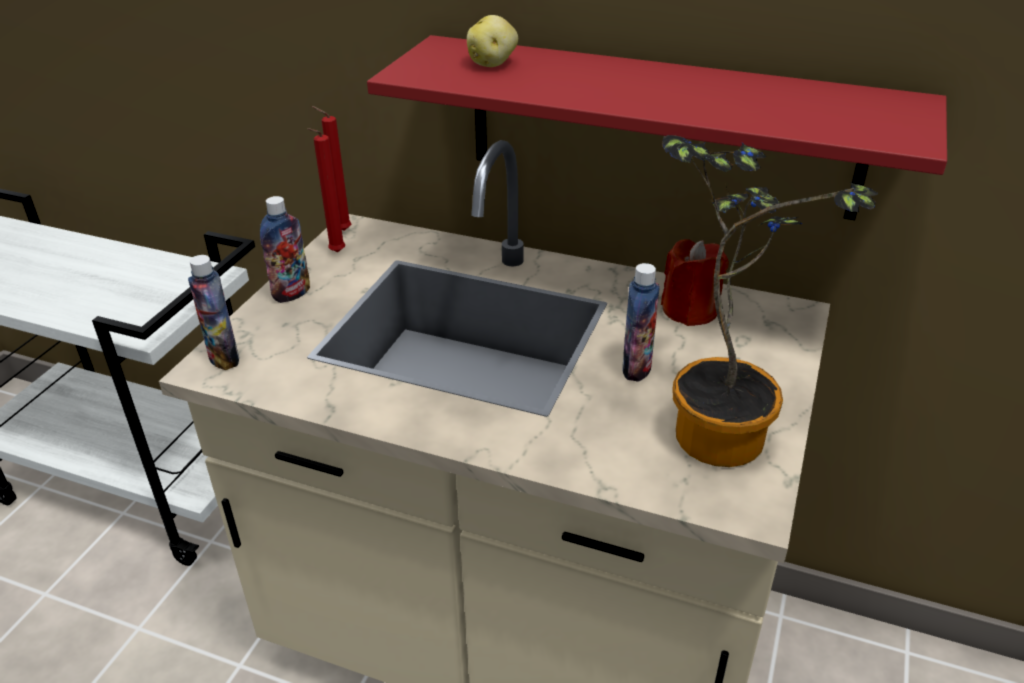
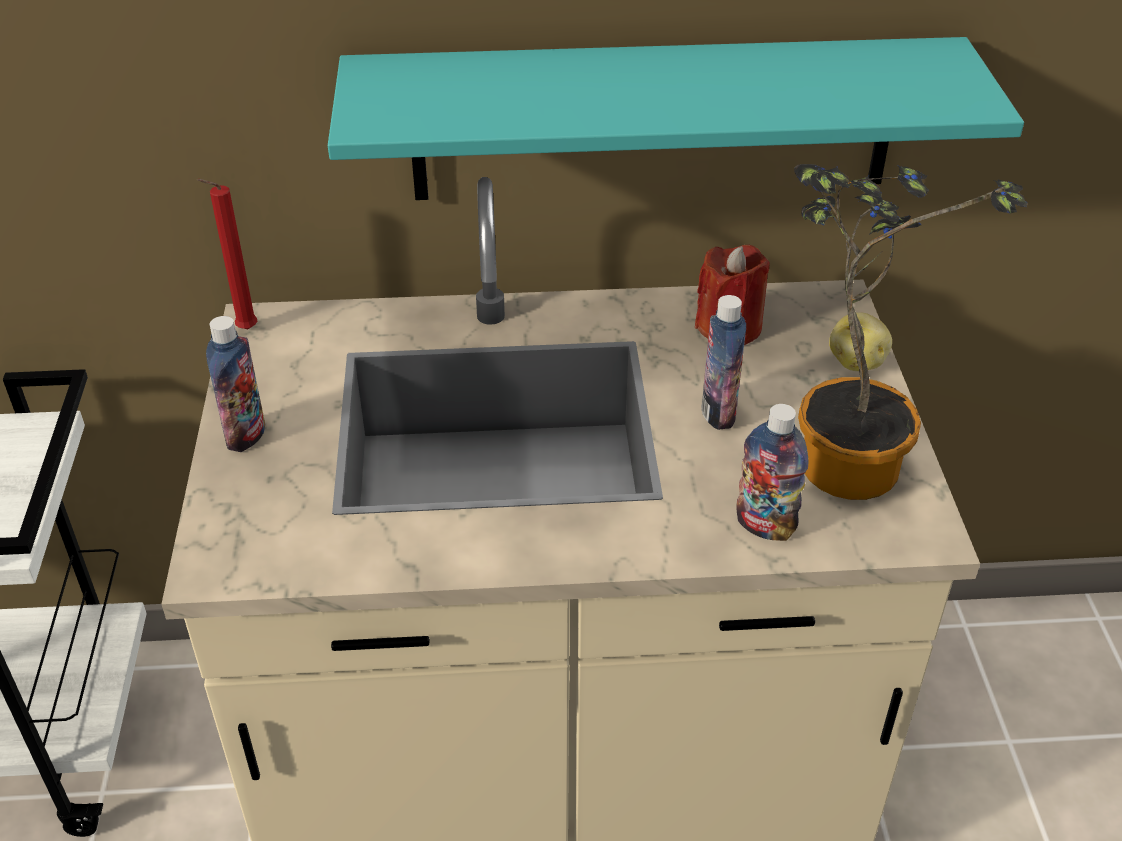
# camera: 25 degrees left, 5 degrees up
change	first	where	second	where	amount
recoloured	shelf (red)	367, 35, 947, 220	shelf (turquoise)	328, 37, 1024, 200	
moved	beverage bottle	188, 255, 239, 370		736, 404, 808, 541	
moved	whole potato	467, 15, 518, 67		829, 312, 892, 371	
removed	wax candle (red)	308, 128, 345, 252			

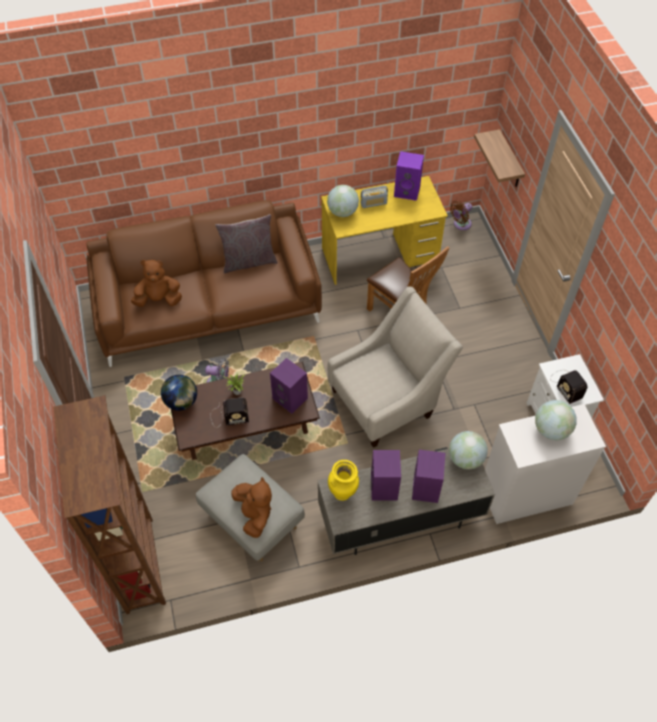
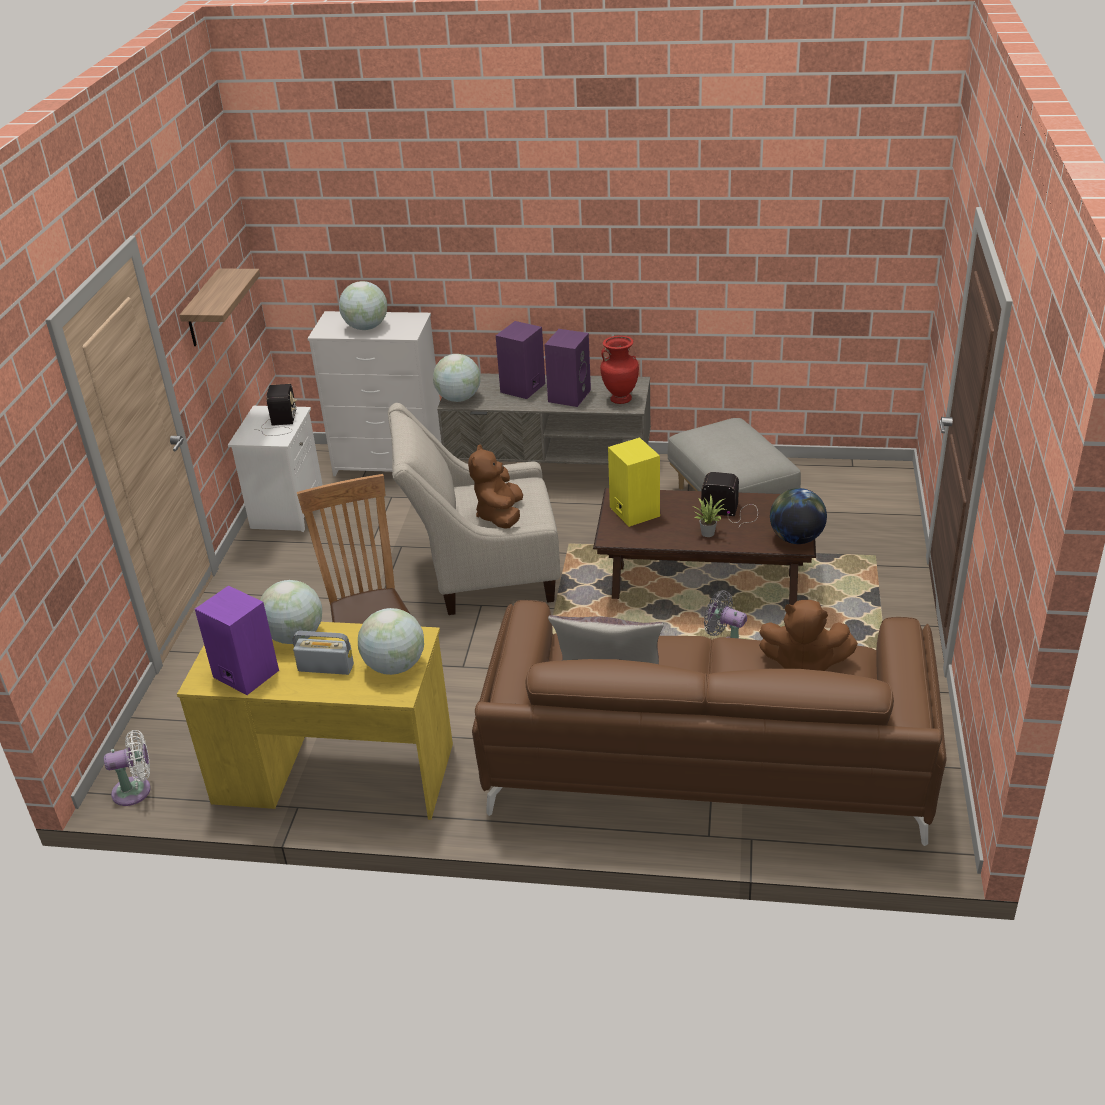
# camera: 155 degrees left, 20 degrees down
change	first	where	second	where	amount
recoloured	electric fan (brown)	450, 201, 472, 230	electric fan (whitish)	104, 730, 151, 806	
moved	shelf	474, 129, 525, 187		180, 268, 260, 346	
added			desk globe	260, 580, 322, 644	
moved	cuddly toy (brown)	231, 477, 272, 538		468, 444, 523, 529	
recoloured	vase (yellow)	328, 460, 359, 501	vase (red)	600, 336, 639, 404	
recoloured	speaker (purple)	270, 358, 308, 414	speaker (yellow)	608, 437, 660, 527	
removed	shelving unit (brown)	53, 395, 166, 614			

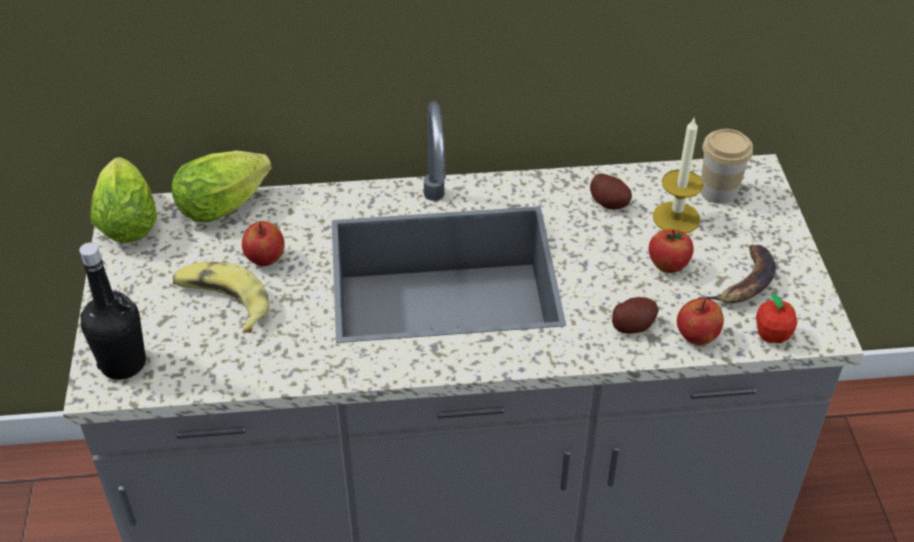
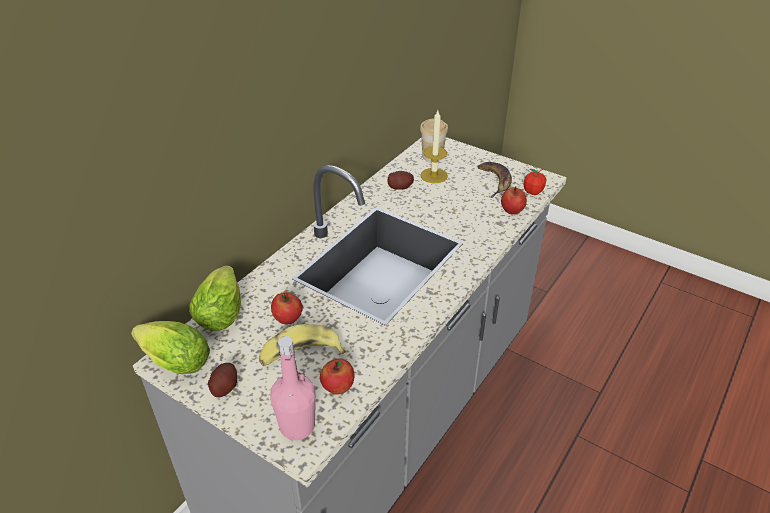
# camera: 50 degrees left, 5 degrees down
change	first	where	second	where	amount
moved	whole potato	612, 297, 659, 334		208, 363, 237, 397	
recoloured	beverage bottle (blackish)	79, 242, 146, 380	beverage bottle (pinkish)	270, 336, 316, 440	
moved	apple fruit	649, 229, 694, 273		320, 358, 354, 395	

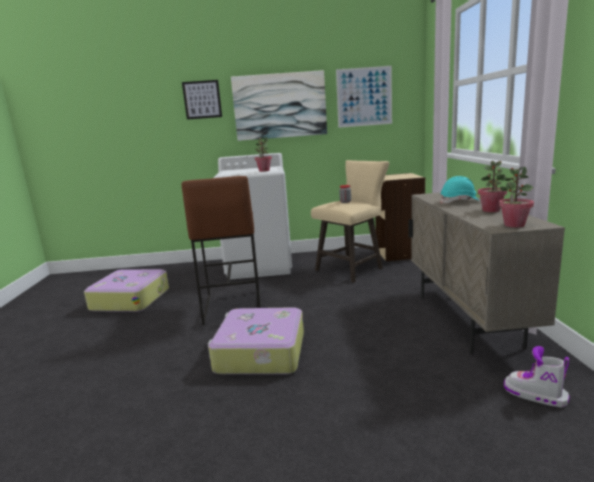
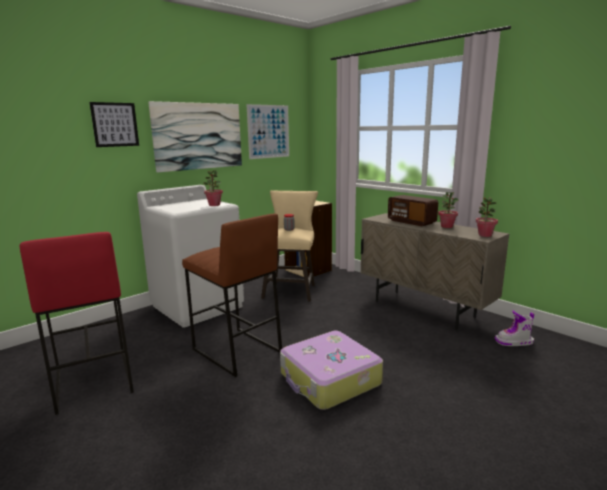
# camera: 40 degrees left, 0 degrees up
change	first	where	second	where	amount
replaced	travel case	84, 269, 169, 312	stool (red)	20, 232, 134, 415	
replaced	hard hat (turquoise)	440, 176, 480, 203	radio set	388, 195, 438, 226	

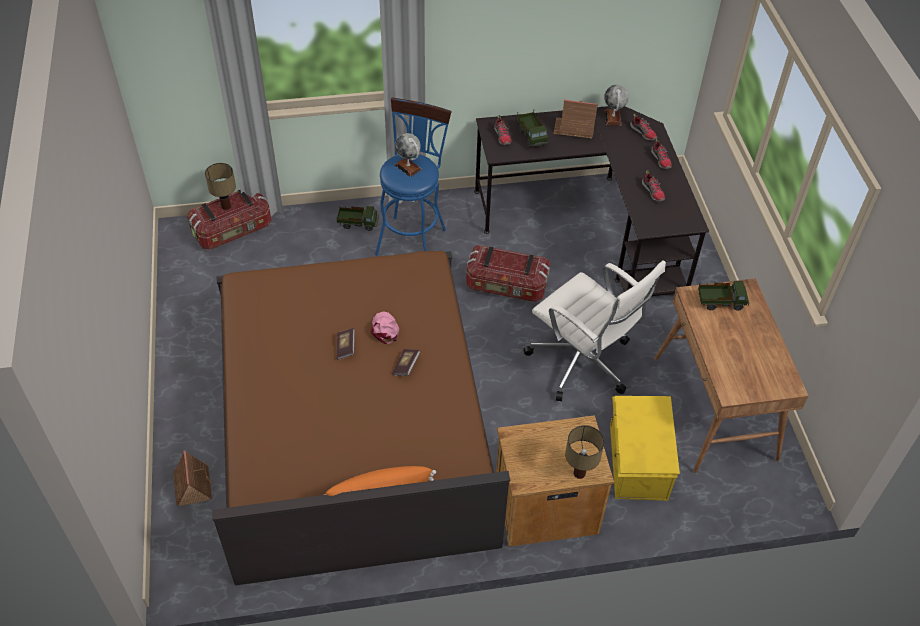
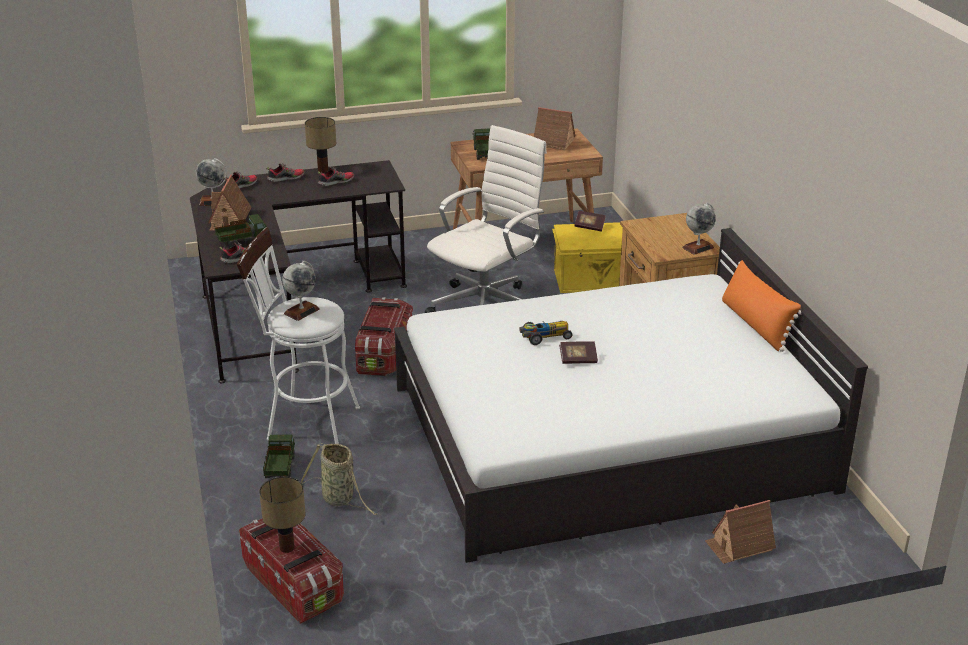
# camera: 95 degrees left, 20 degrees down
change	first	where	second	where	amount
recoloured	stool (blue)	375, 97, 452, 255	stool (whitish)	237, 227, 360, 444	
added			storage basket	301, 443, 377, 515	
moved	lamp for a table	565, 425, 604, 479		305, 117, 336, 173	
recoloured	bedroom bed (brown)	212, 251, 510, 586	bedroom bed (whitish)	394, 228, 868, 563	
replaced	cap (pinkish)	371, 311, 399, 344	model car	519, 321, 572, 345	
added			toy house	534, 107, 575, 150	
moved	book	392, 349, 420, 376		574, 211, 606, 232	
added			desk globe	682, 202, 716, 255	

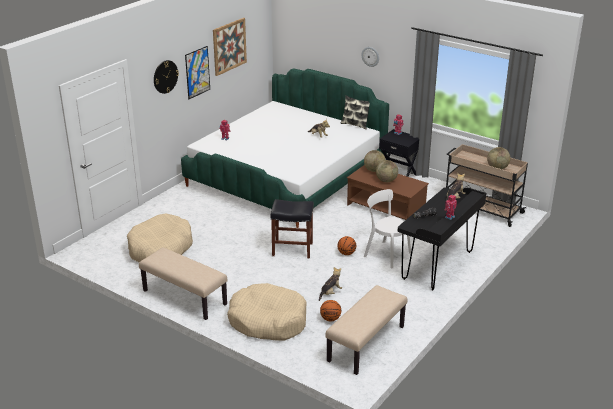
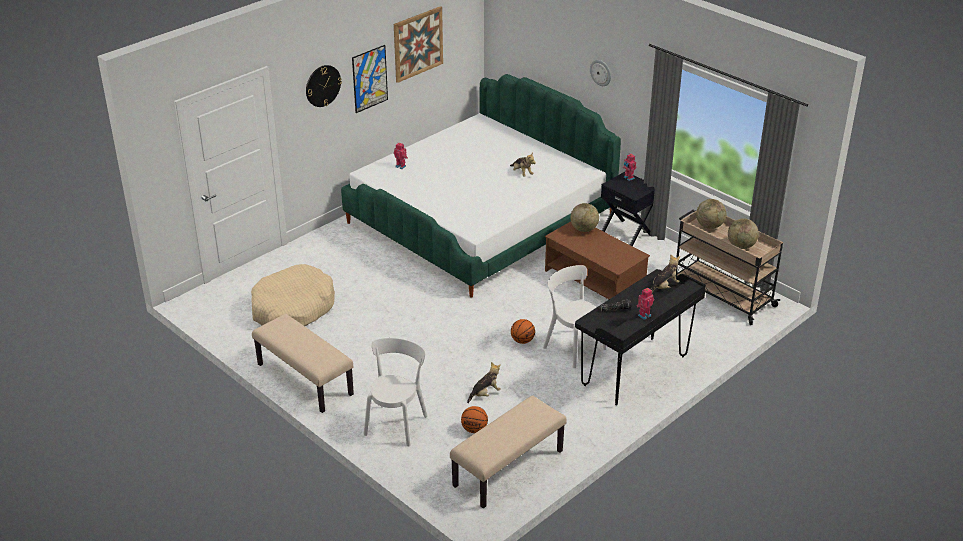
# camera: 10 degrees right, 5 degrees up
change	first	where	second	where	amount
replaced	pet bed (beige)	227, 283, 307, 341	chair (whitish)	364, 338, 428, 446	
moved	desk globe	376, 160, 398, 182		696, 199, 726, 229	
removed	stool (blackish)	270, 199, 314, 258			
removed	cushion	340, 95, 370, 129			

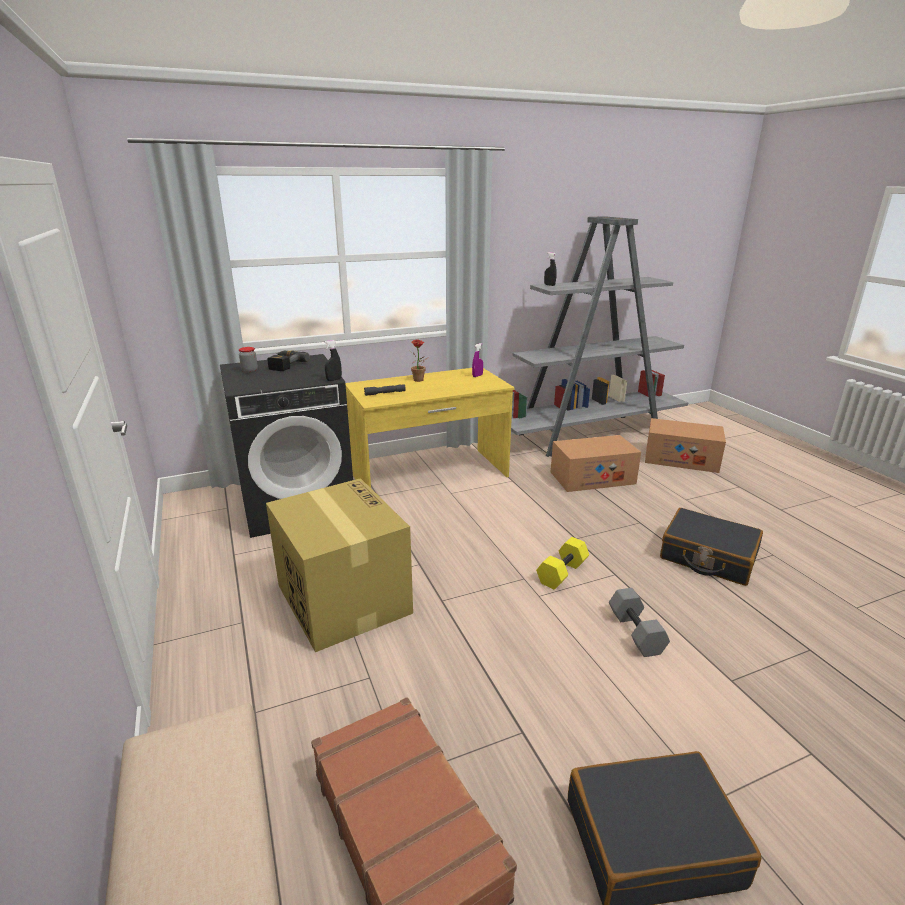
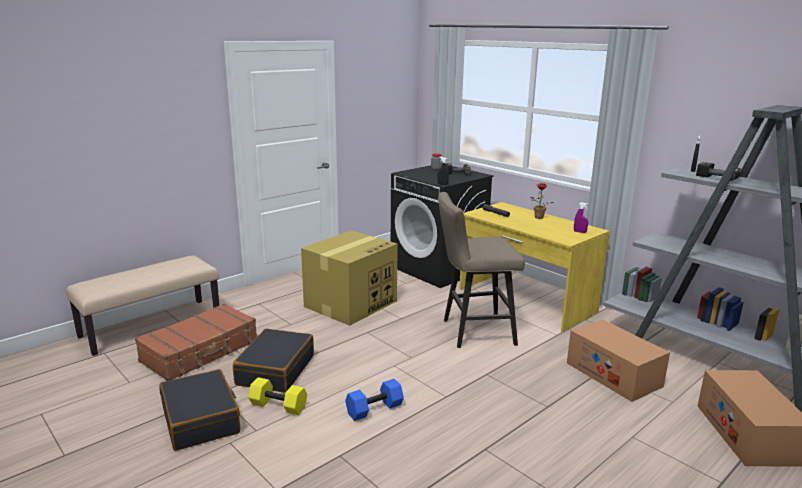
# camera: 70 degrees right, 5 degrees down
change	first	where	second	where	amount
moved	travel case (blackish)	660, 508, 763, 586		233, 329, 314, 393	
moved	free weight (yellow)	536, 537, 589, 590		248, 377, 307, 415	
recoloured	free weight (greyish)	609, 588, 670, 657	free weight (blue)	345, 379, 404, 421	
added			stool (beige)	438, 192, 525, 348	
added			power drill	696, 162, 743, 181	

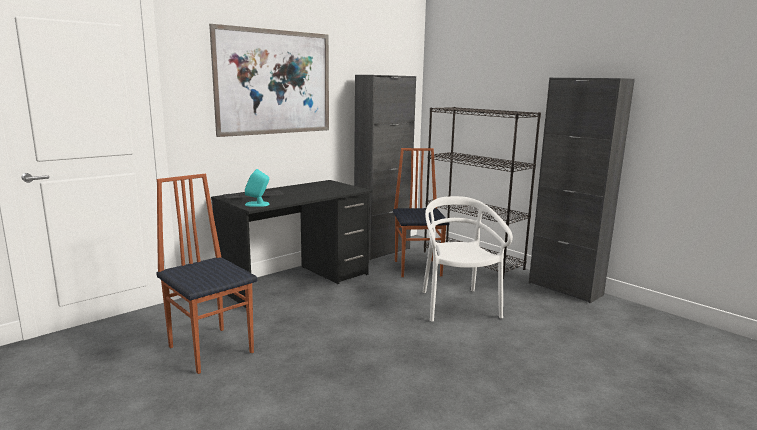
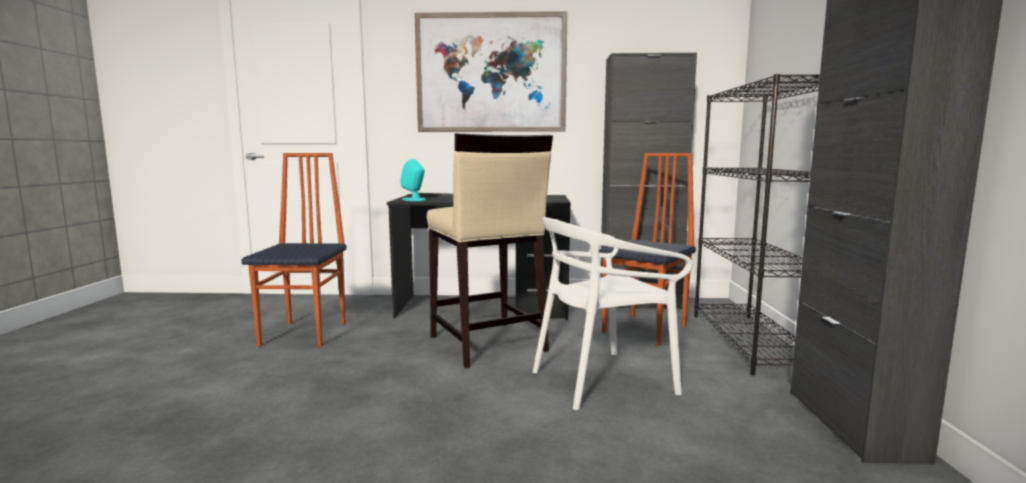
# camera: 45 degrees right, 5 degrees down
change	first	where	second	where	amount
added			stool (beige)	427, 133, 553, 368	
turned	chair (whitish)	422, 196, 513, 322		532, 217, 692, 411	150 degrees counterclockwise

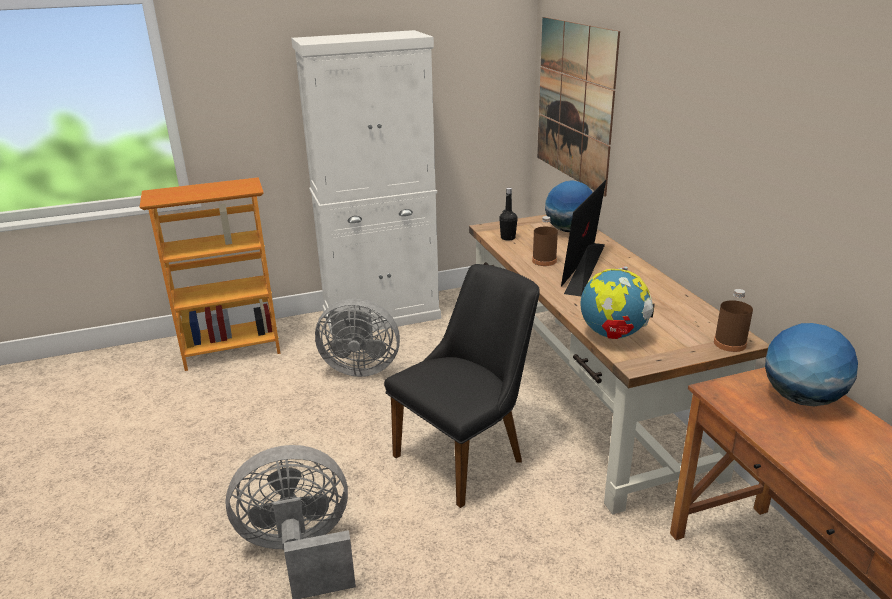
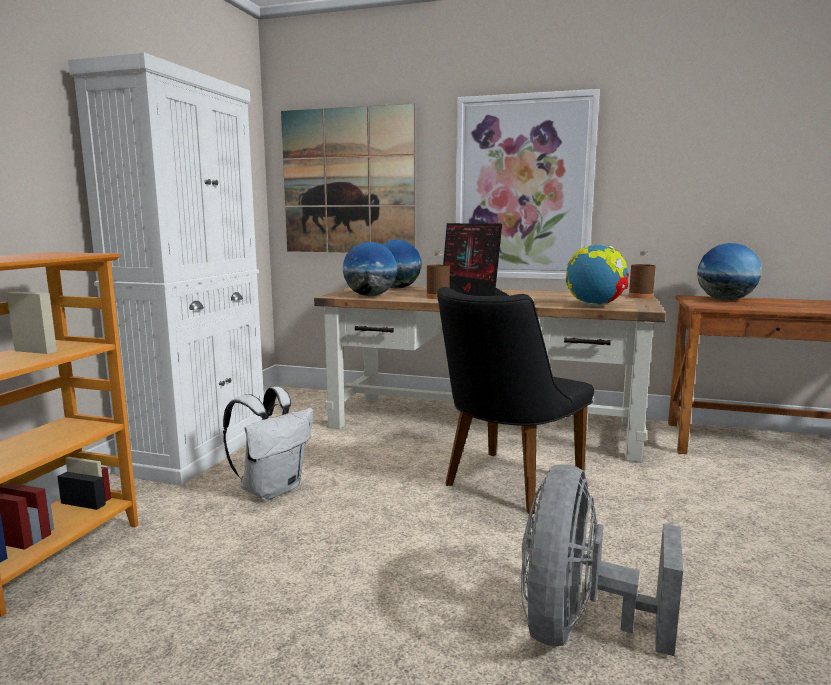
# camera: 55 degrees left, 15 degrees down
change	first	where	second	where	amount
replaced	electric fan (greyish)	315, 298, 400, 377	knapsack (whitish)	223, 387, 313, 500	
replaced	beverage bottle (blackish)	499, 188, 518, 240	desk globe	343, 242, 397, 296	
turned	chair (blackish)	384, 264, 540, 508		437, 287, 594, 514	135 degrees counterclockwise
added			picture	455, 89, 600, 280	

